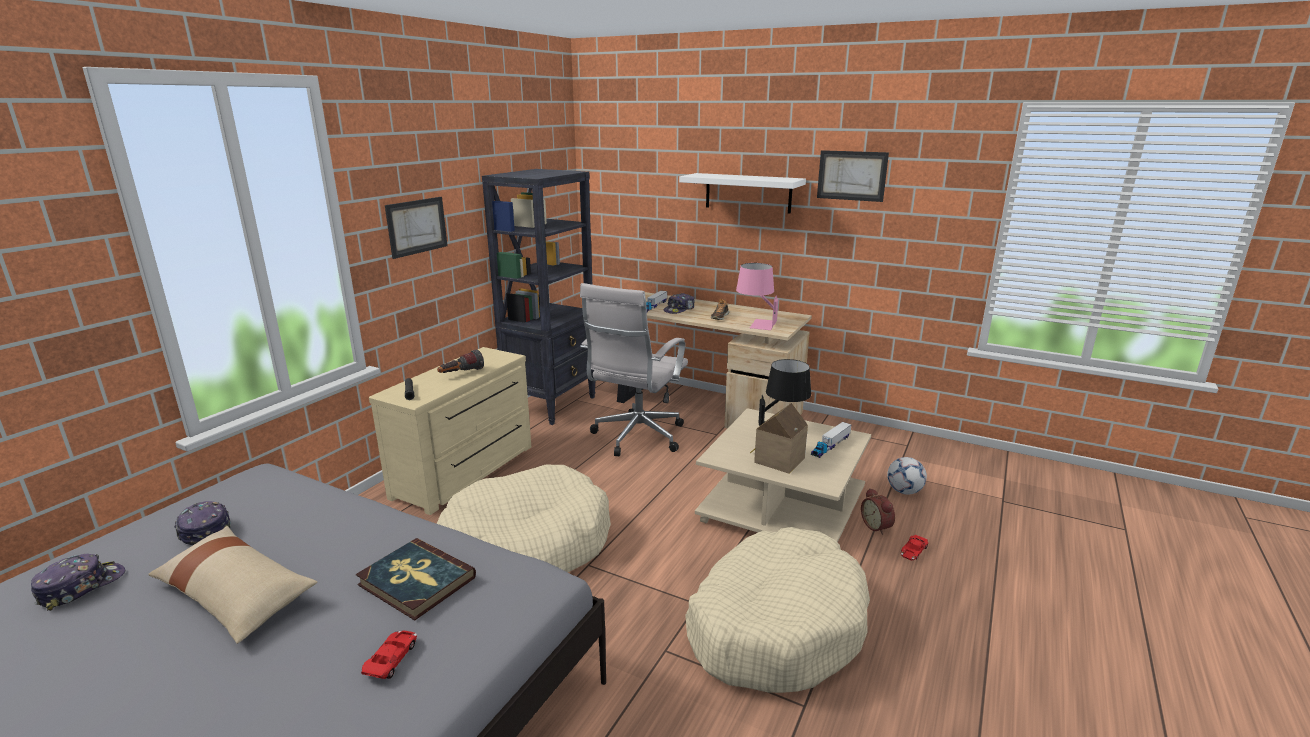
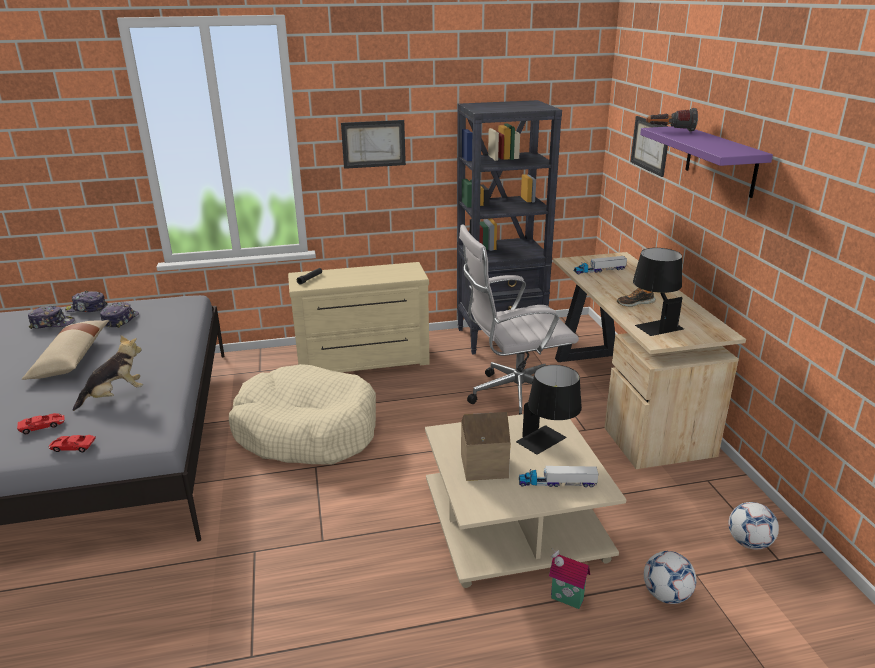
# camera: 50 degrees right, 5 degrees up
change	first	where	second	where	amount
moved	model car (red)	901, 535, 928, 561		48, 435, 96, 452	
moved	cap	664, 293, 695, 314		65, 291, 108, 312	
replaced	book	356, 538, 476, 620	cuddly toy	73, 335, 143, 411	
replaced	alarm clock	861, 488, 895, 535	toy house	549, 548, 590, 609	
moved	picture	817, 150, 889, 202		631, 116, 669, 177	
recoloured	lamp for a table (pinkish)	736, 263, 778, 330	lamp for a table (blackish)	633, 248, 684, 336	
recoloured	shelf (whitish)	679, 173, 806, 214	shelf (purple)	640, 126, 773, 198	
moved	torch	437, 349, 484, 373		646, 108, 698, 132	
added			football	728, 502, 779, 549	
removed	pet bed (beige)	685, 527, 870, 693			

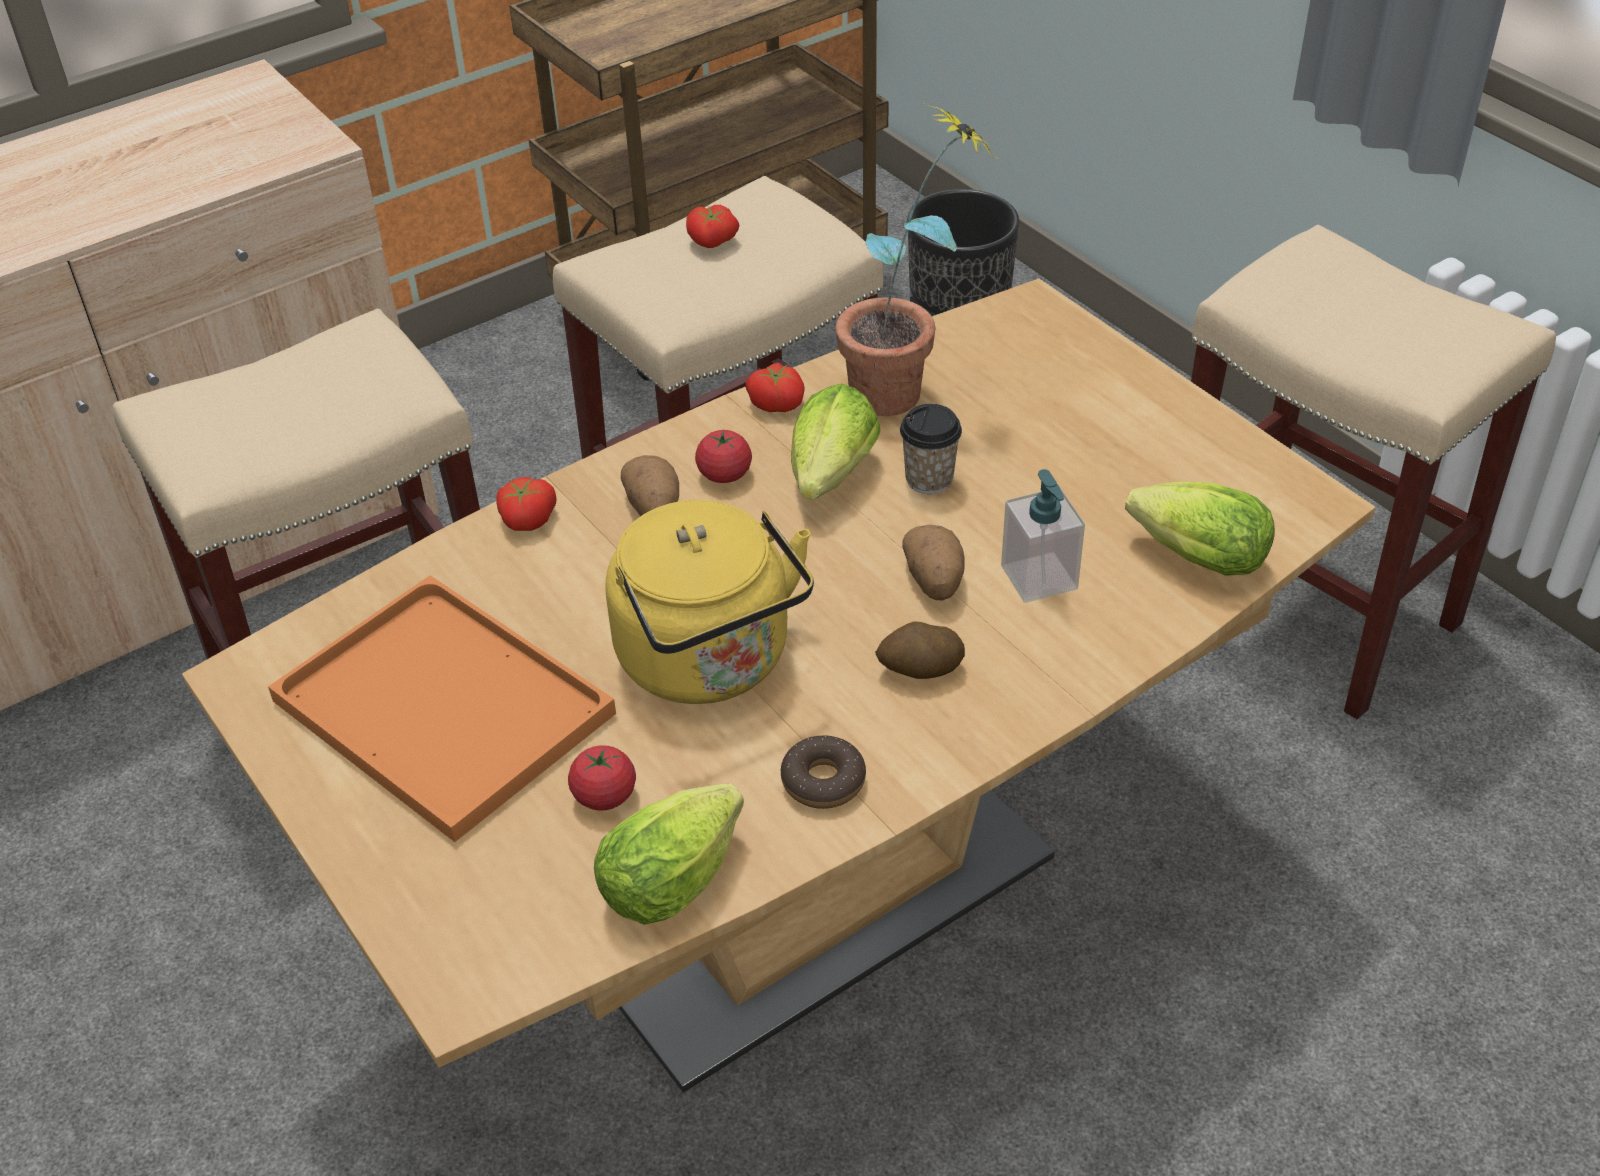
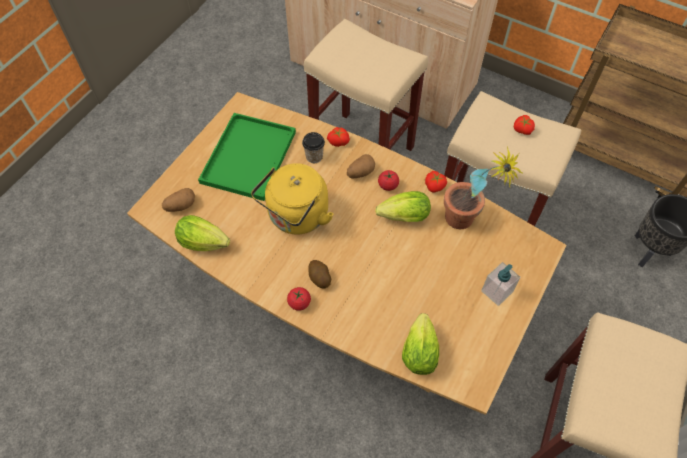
# camera: 65 degrees right, 15 degrees up
change	first	where	second	where	amount
moved	whole potato	902, 524, 965, 601		162, 188, 195, 212	
recoloured	serving tray (orange)	268, 575, 616, 842	serving tray (greenish)	198, 113, 296, 201	
moved	whole tomato	568, 745, 636, 811		287, 287, 311, 311	
moved	cup	900, 404, 962, 494		302, 132, 325, 163	
moved	liquid soap bottle	1001, 469, 1085, 603		481, 262, 521, 306	
removed	ring doughnut	781, 735, 866, 809			

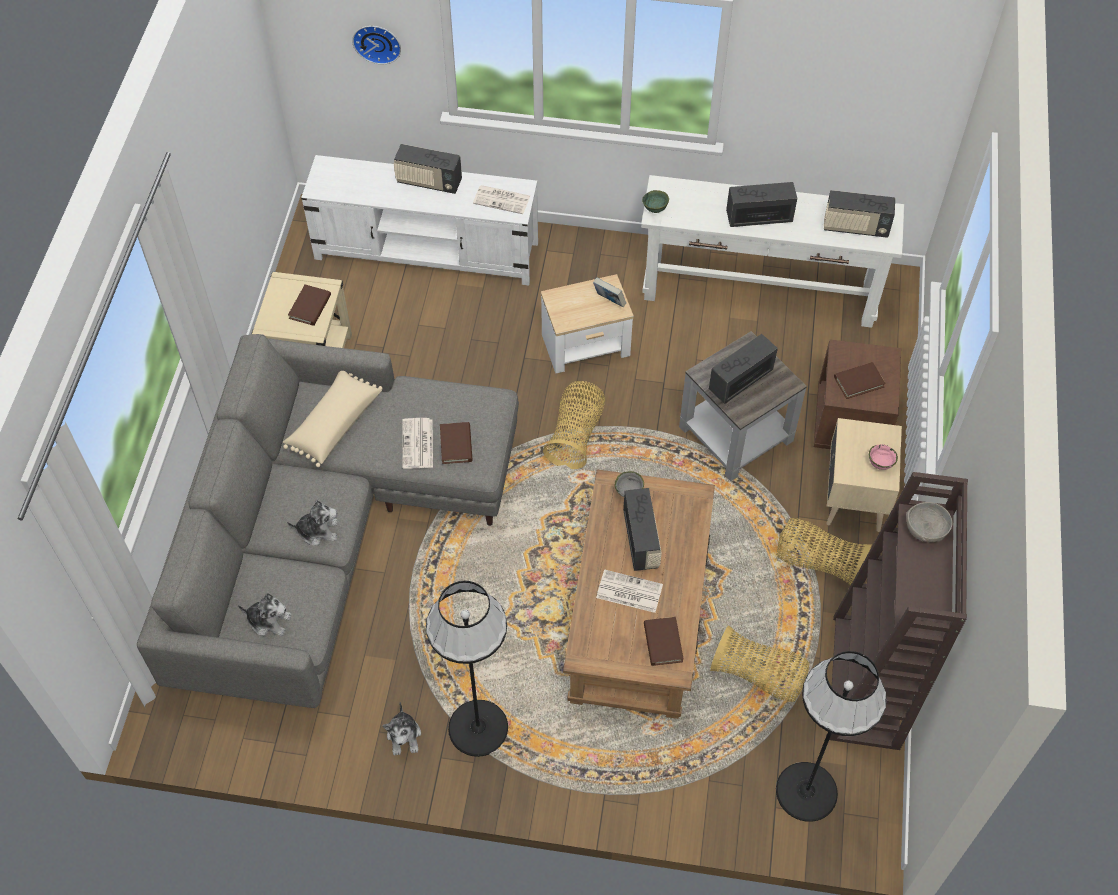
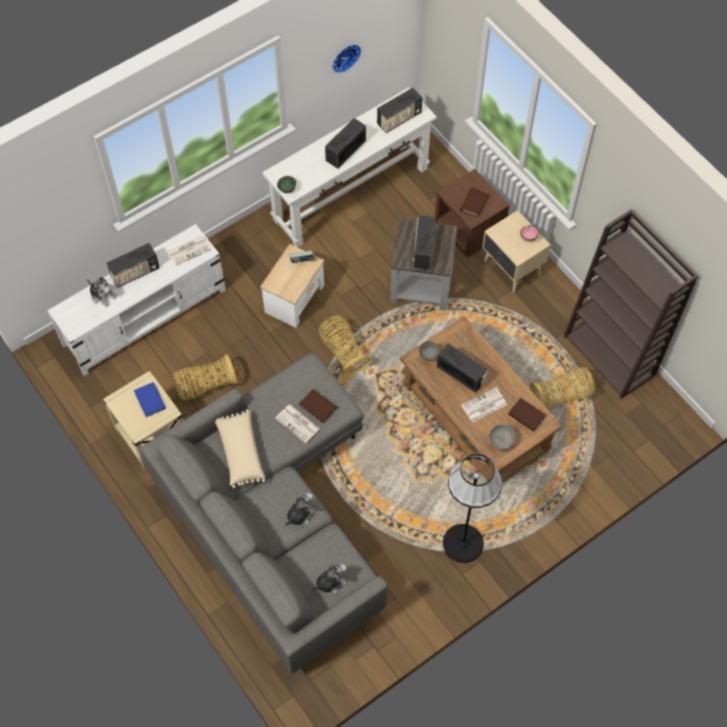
# camera: 45 degrees left, 5 degrees up
change	first	where	second	where	amount
moved	cuddly toy	383, 702, 421, 756		87, 277, 117, 307	
recoloured	book (brown)	288, 285, 331, 326	book (blue)	134, 382, 166, 417	
moved	storage basket	776, 518, 872, 585		173, 354, 238, 400	
moved	clock on the wall	352, 26, 401, 64		332, 44, 361, 73	
moved	serving bowl (greyish)	906, 502, 953, 542		488, 424, 516, 450	
removed	standing lamp (blackish)	776, 651, 887, 822			

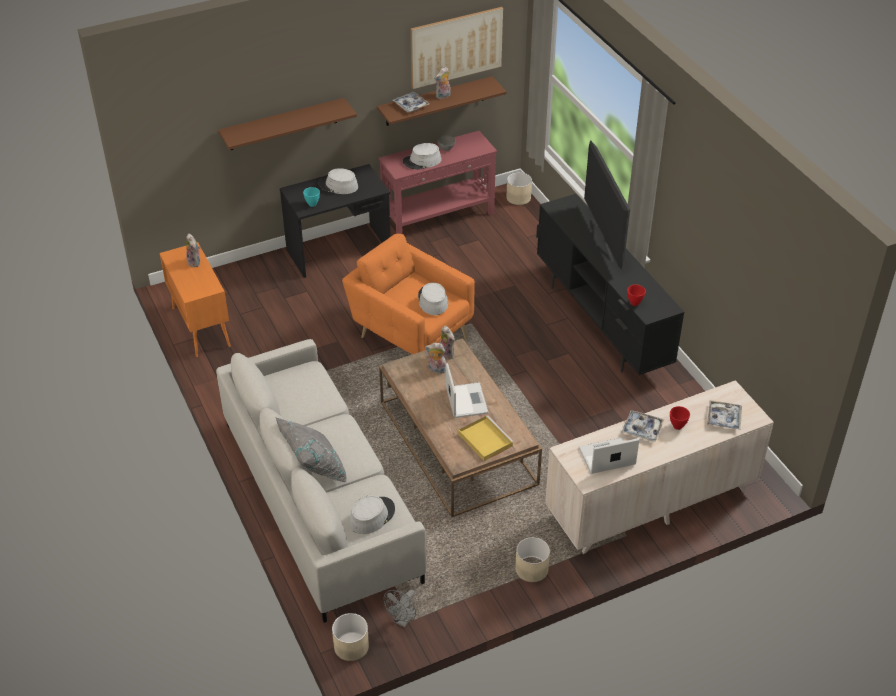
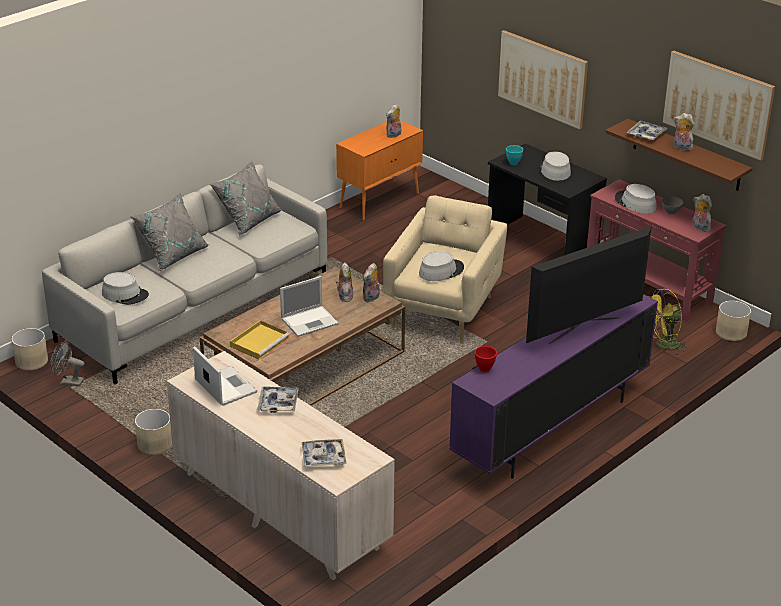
# camera: 70 degrees right, 10 degrees down
change	first	where	second	where	amount
added			cushion (greyish)	210, 161, 282, 236	
recoloured	lounge chair (orange)	342, 234, 475, 355	lounge chair (beige)	383, 195, 508, 344	
recoloured	media console (blackish)	536, 194, 684, 375	media console (purple)	449, 294, 658, 479	
replaced	shelf (brown)	218, 98, 357, 150	picture	498, 30, 588, 130	
added			electric fan (yellow)	650, 289, 688, 355	
added			cuddly toy	693, 194, 712, 232	
removed	serving bowl (red)	670, 406, 690, 430			

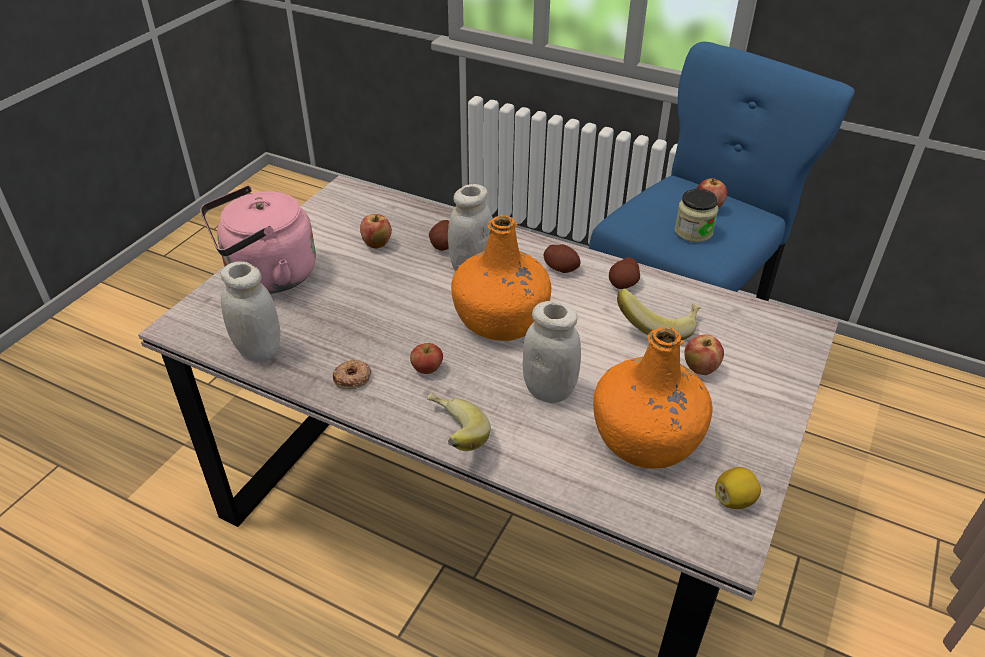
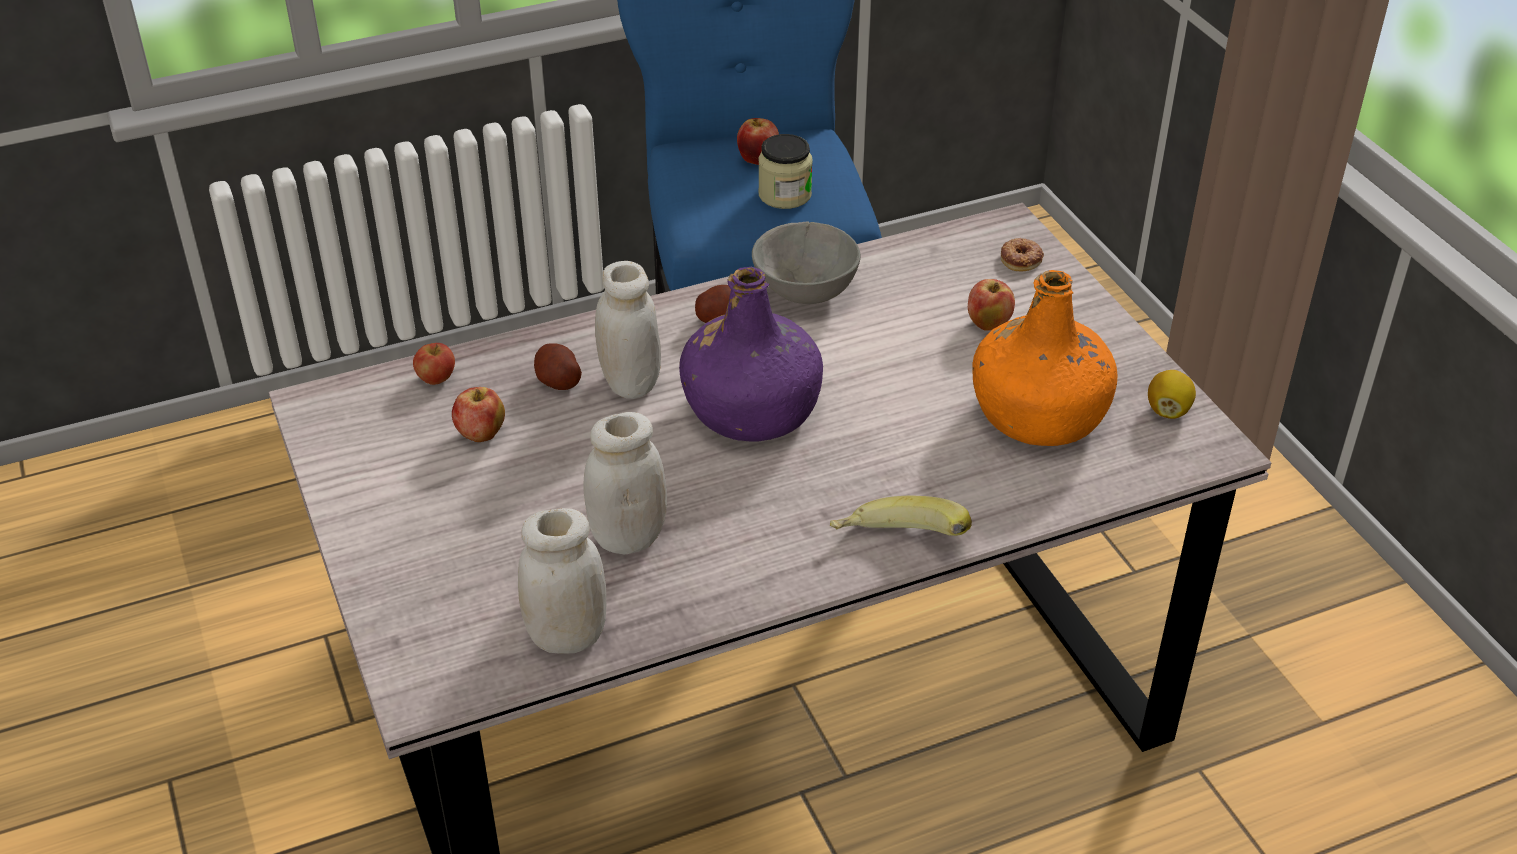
# camera: 50 degrees left, 0 degrees up
change	first	where	second	where	amount
moved	apple fruit	410, 343, 443, 374		413, 343, 455, 385	
moved	preserve jar (whitish)	522, 301, 581, 403		583, 412, 667, 555	
recoloured	beverage bottle (orange)	451, 215, 551, 341	beverage bottle (purple)	679, 267, 823, 442	
replaced	whole potato	609, 257, 640, 289	serving bowl (greyish)	752, 222, 861, 304	
moved	ring doughnut	333, 360, 371, 389		1001, 238, 1044, 271	
removed	kettle (pinkish)	200, 186, 316, 294			
removed	banana fruit	617, 289, 701, 340			

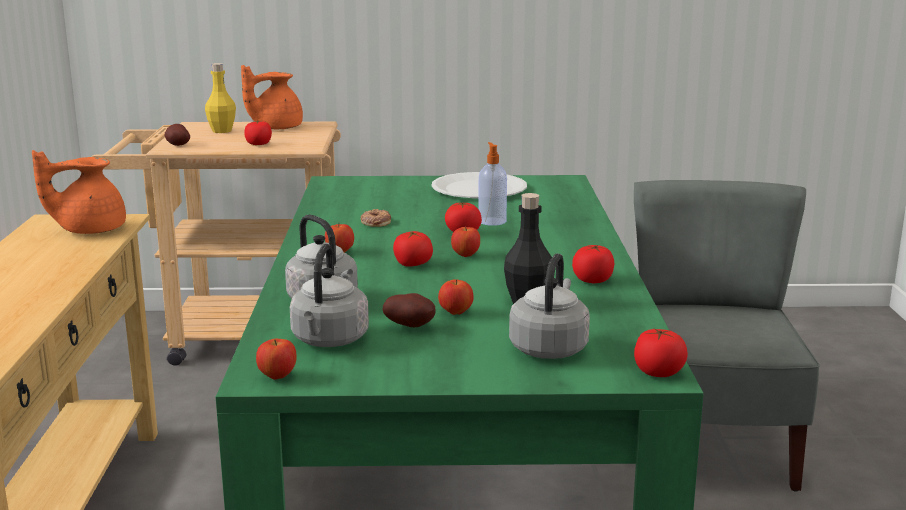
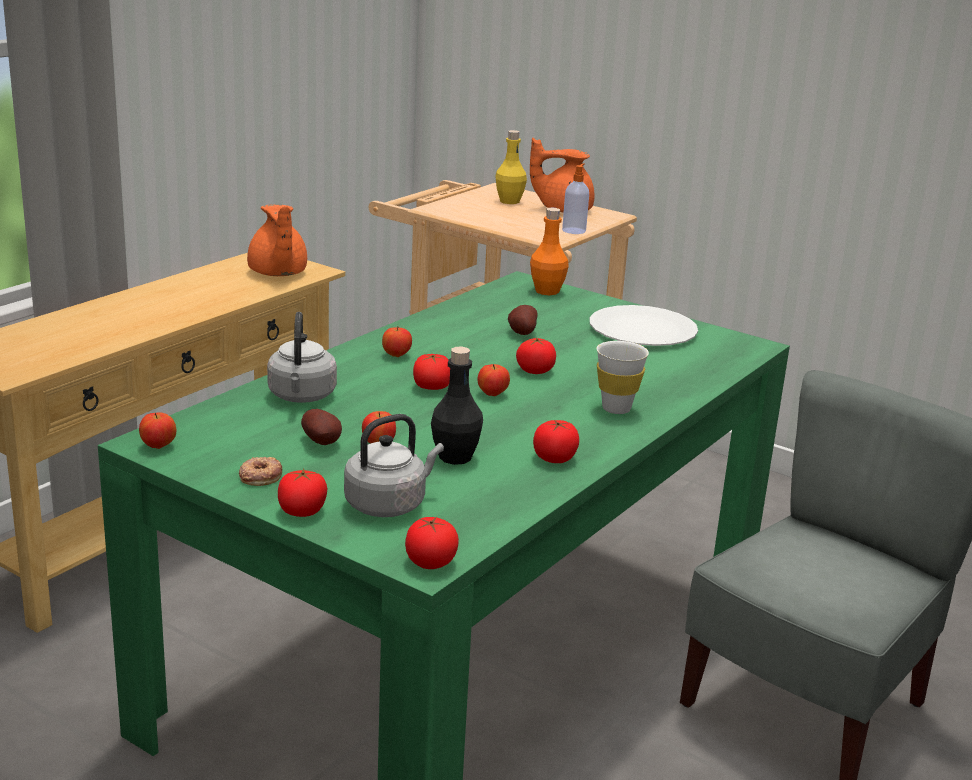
# camera: 35 degrees right, 5 degrees up
change	first	where	second	where	amount
moved	ring doughnut	361, 209, 391, 227		239, 457, 282, 486	
turned	pot for tea (orange)	32, 150, 126, 234		247, 204, 307, 276	120 degrees counterclockwise
moved	whole tomato	245, 120, 272, 145		278, 469, 327, 517	
moved	whole potato	165, 124, 190, 146		508, 305, 538, 335	
added			beverage bottle (orange)	530, 208, 569, 295	
moved	liquid soap bottle	478, 142, 507, 226		562, 163, 589, 234	
added			cup (whitish)	596, 341, 649, 414	
removed	kettle (greyish)	290, 244, 369, 347			

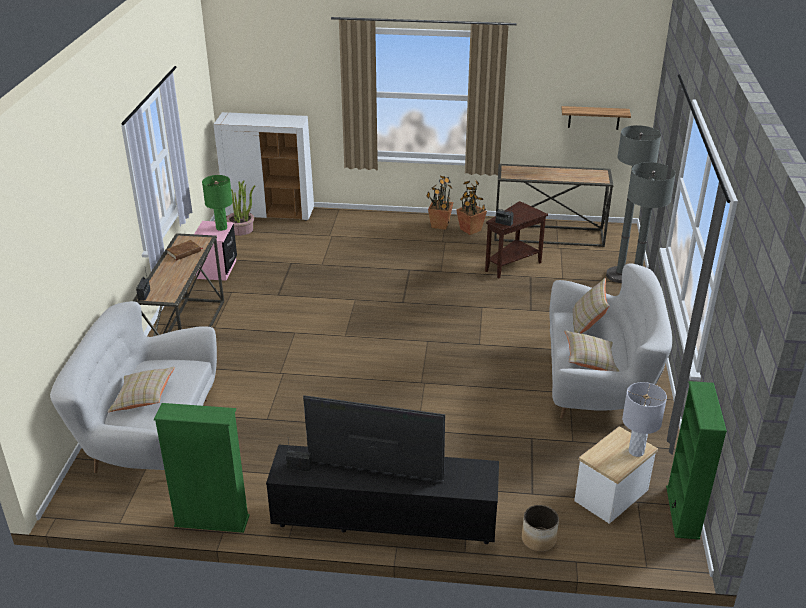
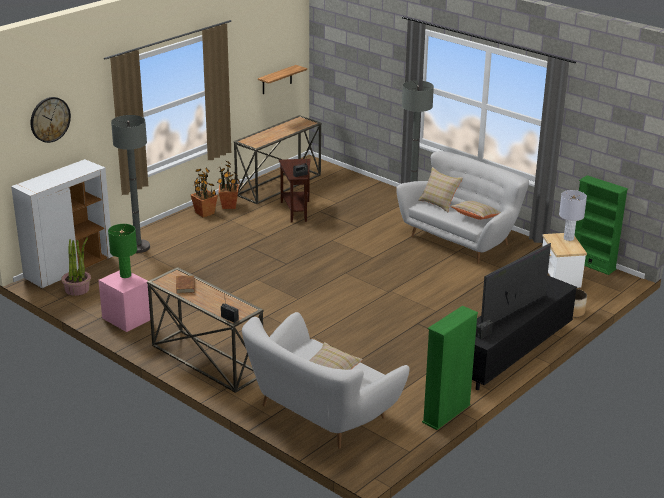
# camera: 55 degrees left, 5 degrees down
change	first	where	second	where	amount
added			clock on the wall	31, 97, 71, 143	
moved	standing lamp (greyish)	606, 125, 661, 283		111, 115, 150, 253	

